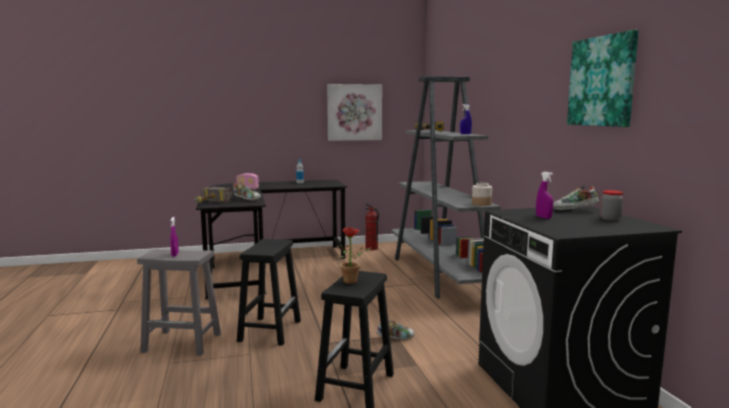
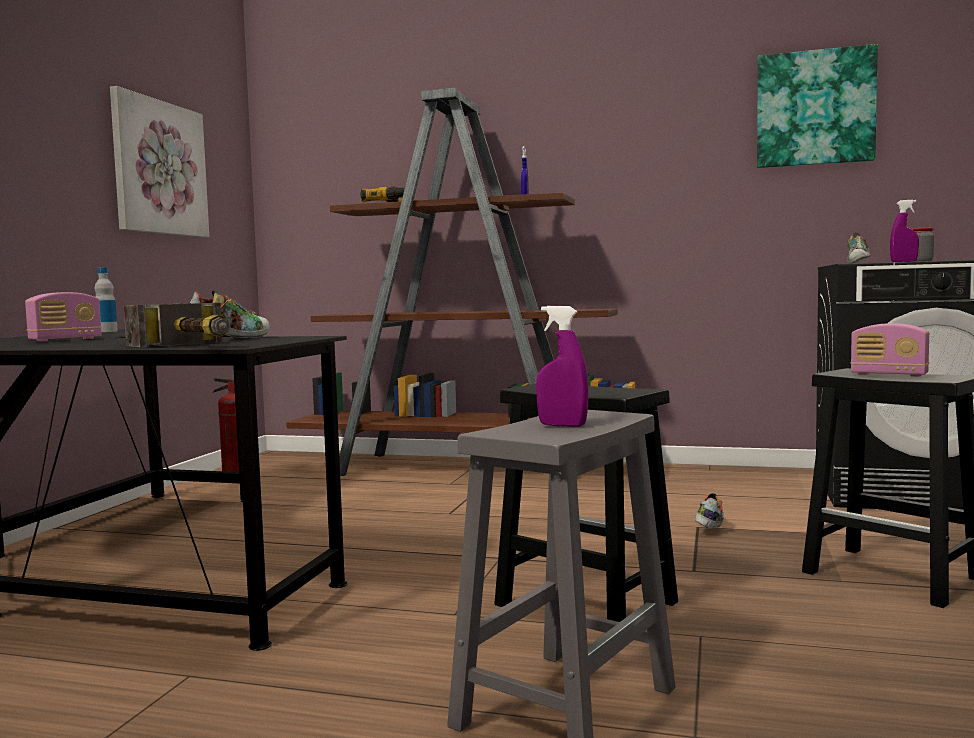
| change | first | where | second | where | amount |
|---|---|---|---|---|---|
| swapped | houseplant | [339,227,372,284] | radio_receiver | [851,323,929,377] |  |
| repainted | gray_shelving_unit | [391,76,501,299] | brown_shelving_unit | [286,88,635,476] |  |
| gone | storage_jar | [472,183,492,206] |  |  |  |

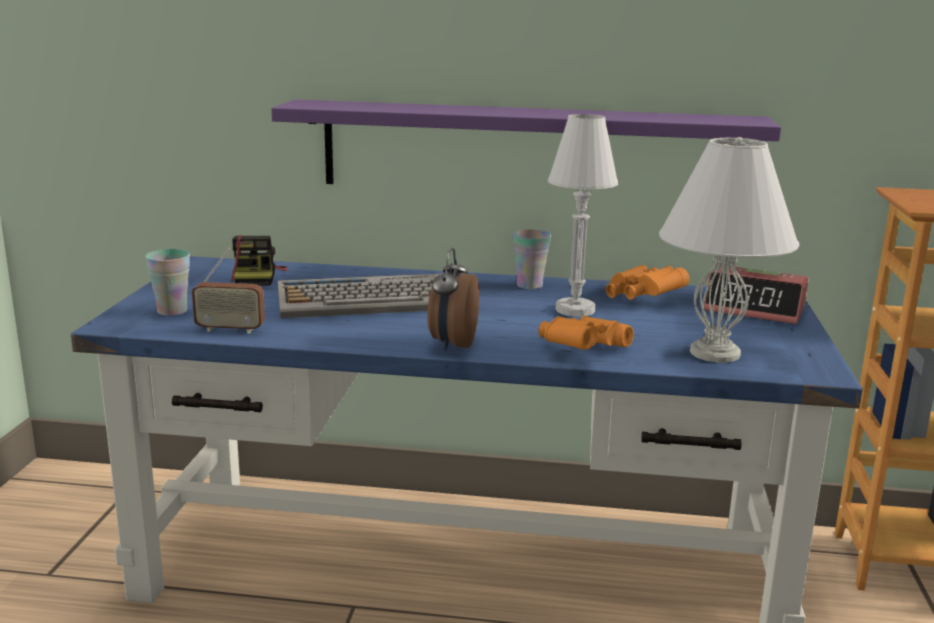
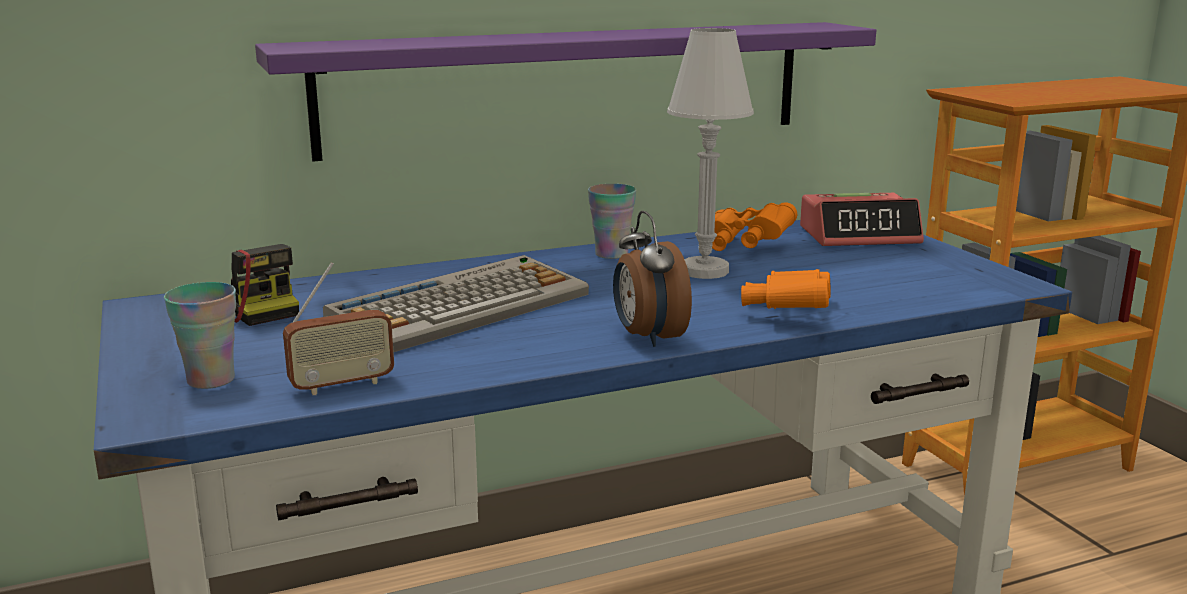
| change | first | where | second | where | amount |
|---|---|---|---|---|---|
| gone | whitish_lamp_for_a_table | [659,137,799,363] |  |  |  |

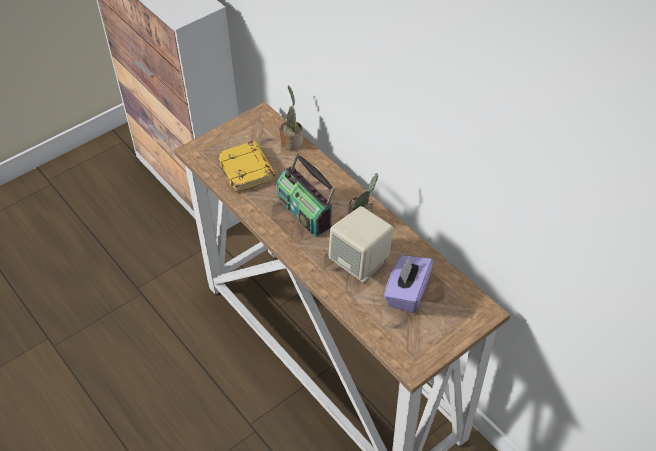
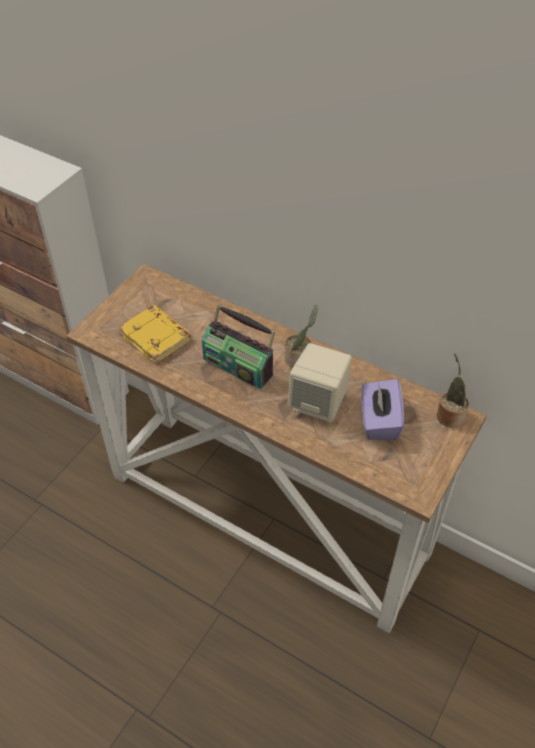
| change | first | where | second | where | amount |
|---|---|---|---|---|---|
| shifted | houseplant | [279,86,303,150] |  | [437,354,469,428] |  |

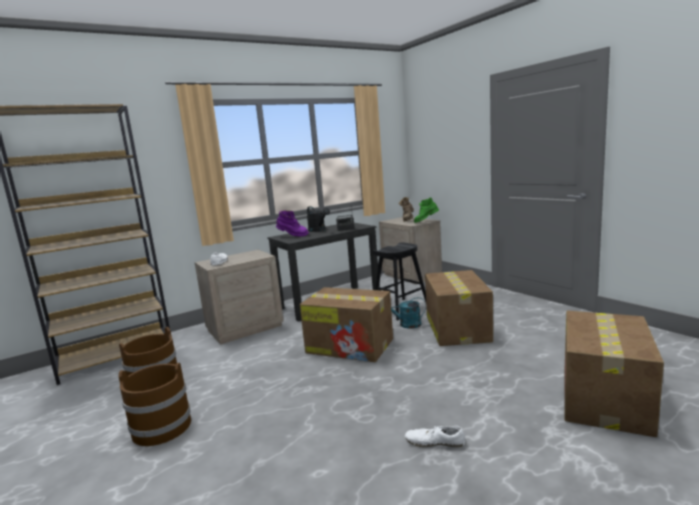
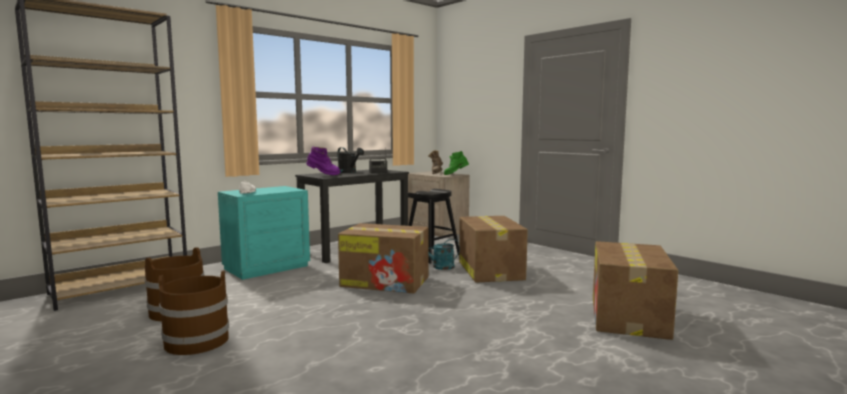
| change | first | where | second | where | amount |
|---|---|---|---|---|---|
| repainted | sand-coloured_night_table | [195,250,284,345] | turquoise_night_table | [218,186,310,280] |  |
| gone | whitish_shoe | [405,426,465,447] |  |  |  |

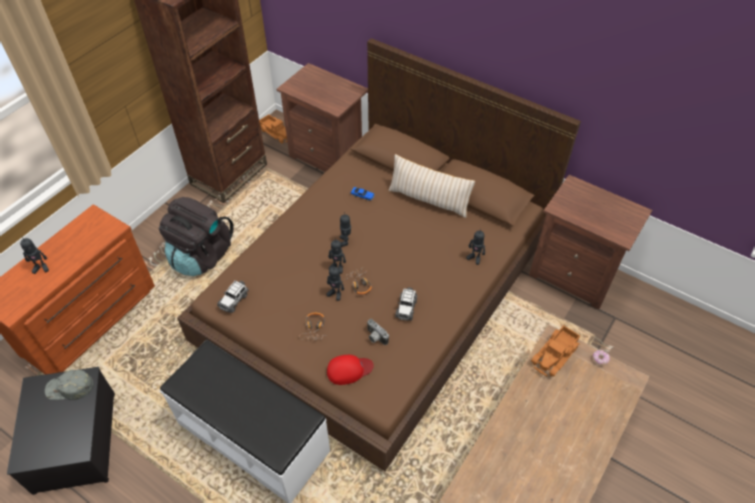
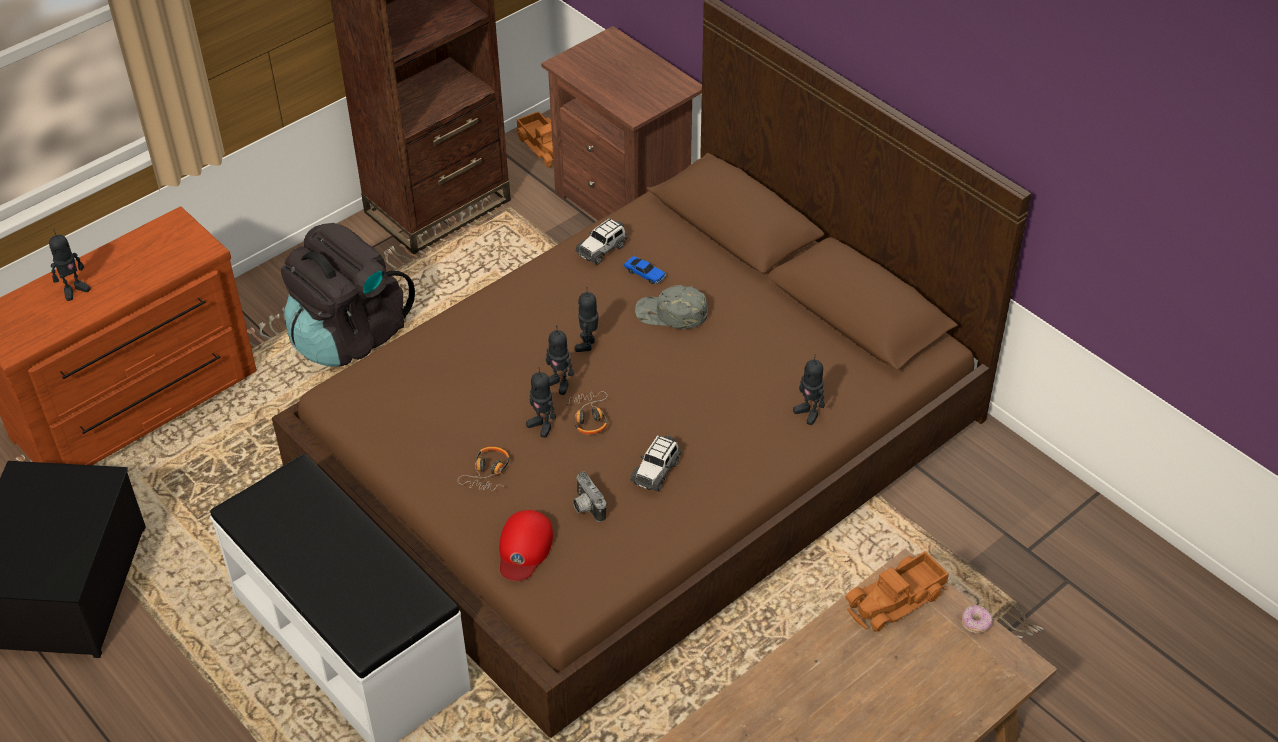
| change | first | where | second | where | amount |
|---|---|---|---|---|---|
| rotated | toy_robot | [20,236,49,274] |  | [49,229,90,301] | 45 degrees counterclockwise |
| shifted | gray_peaked_cap | [45,369,94,400] |  | [635,285,708,329] |  |
| shifted | toy_car | [217,281,249,313] |  | [575,218,628,265] |  |
| rotated | red-coloured_peaked_cap | [327,355,374,385] |  | [499,510,553,581] | 105 degrees clockwise |
| gone | sand-coloured_throw_pillow | [388,154,475,218] |  |  |  |
| gone | brown_night_table | [529,175,652,310] |  |  |  |

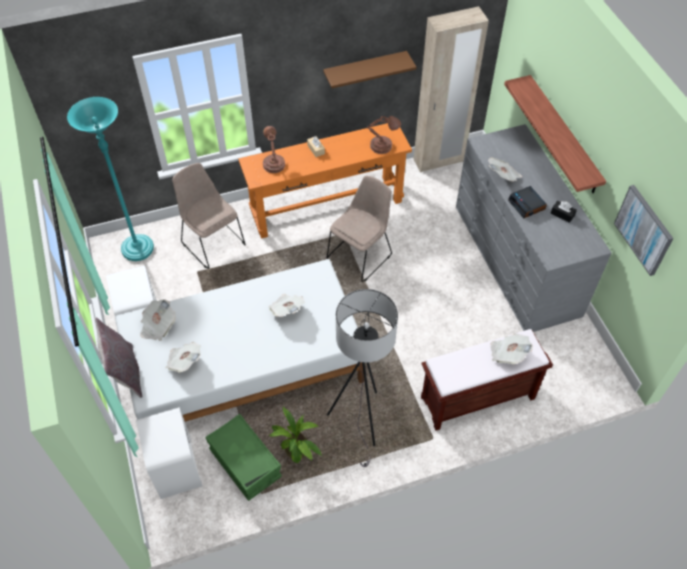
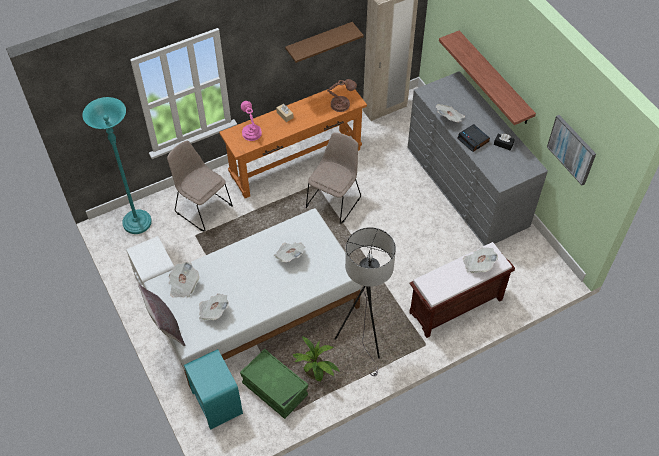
| change | first | where | second | where | amount |
|---|---|---|---|---|---|
| repainted | whitish_night_table | [136,407,202,499] | turquoise_night_table | [184,349,243,430] |  |
| repainted | brown_lamp_for_a_table | [263,126,285,173] | pink_lamp_for_a_table | [241,101,262,141] |  |

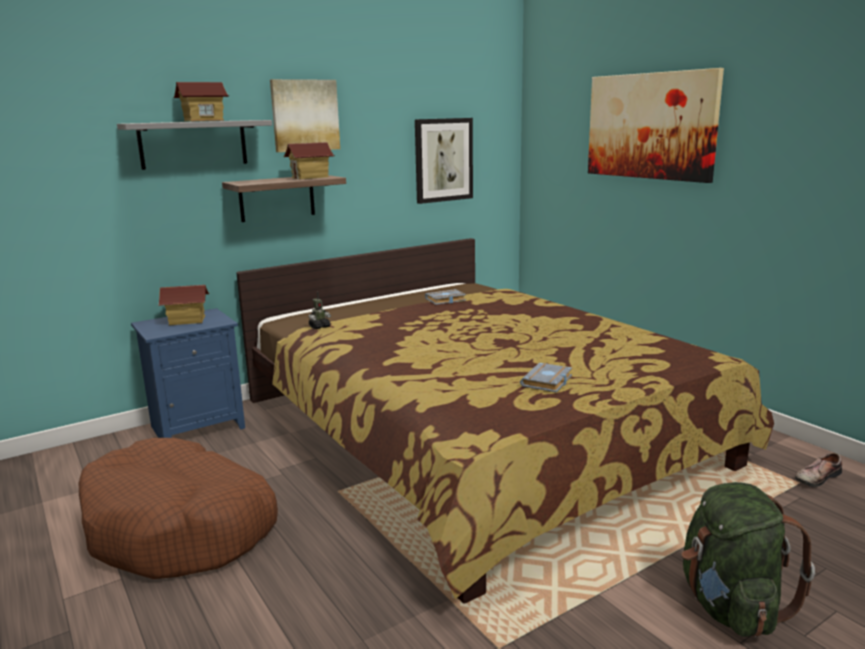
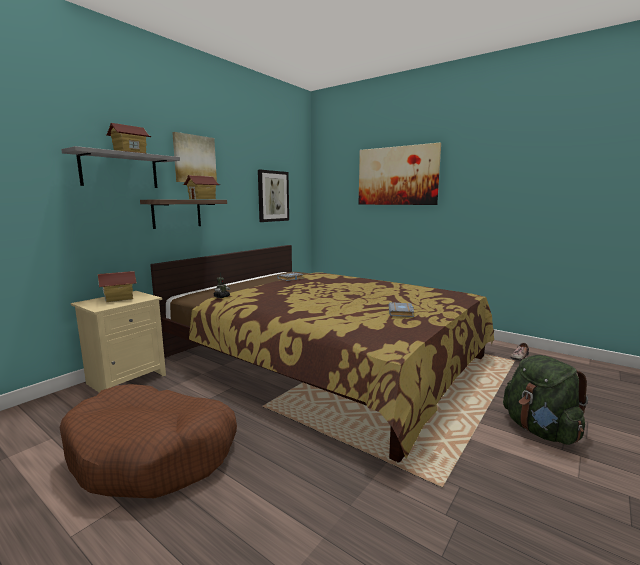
| change | first | where | second | where | amount |
|---|---|---|---|---|---|
| repainted | blue-coloured_night_table | [131,308,245,438] | sand-coloured_night_table | [71,291,166,392] |  |

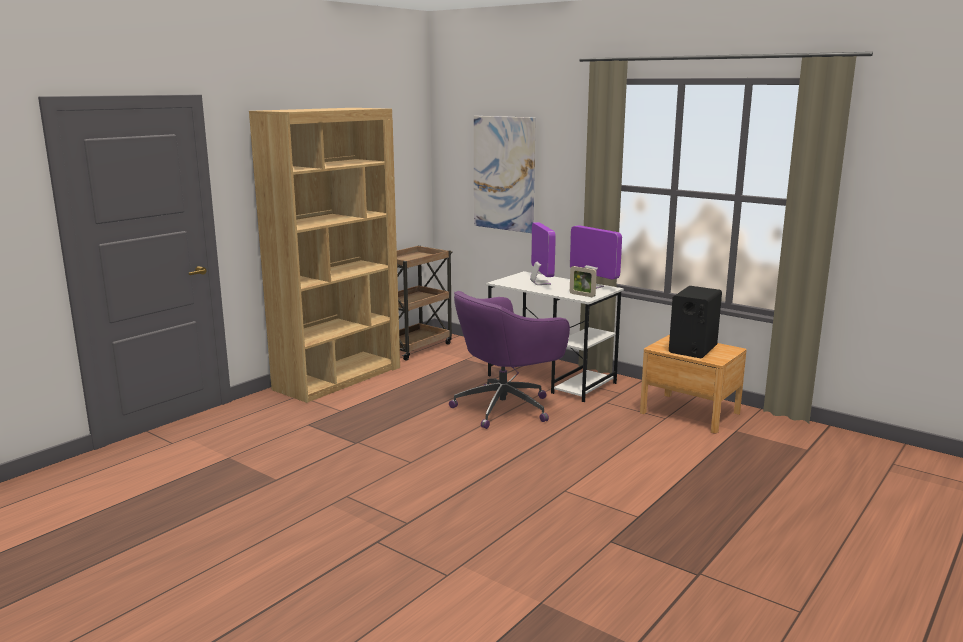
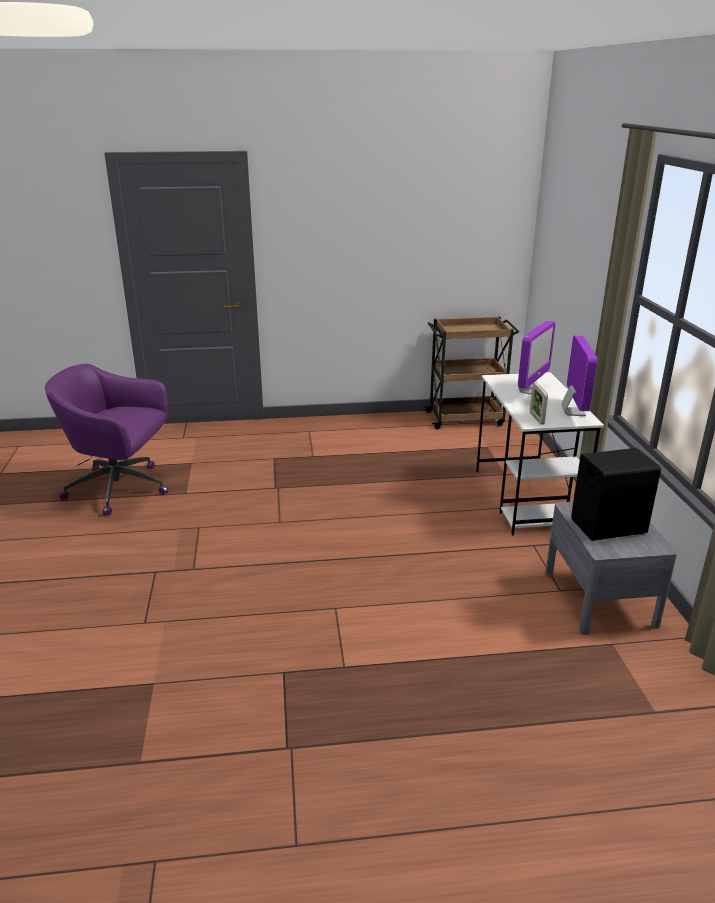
| change | first | where | second | where | amount |
|---|---|---|---|---|---|
| gone | brown_shelving_unit | [249,108,400,403] |  |  |  |
| shifted | purple-coloured_desk_chair | [449,291,570,429] |  | [45,364,168,516] |  |
| gone | picture | [474,116,536,233] |  |  |  |
| repainted | brown_night_table | [640,334,747,433] | gray_night_table | [545,502,677,635] |  |

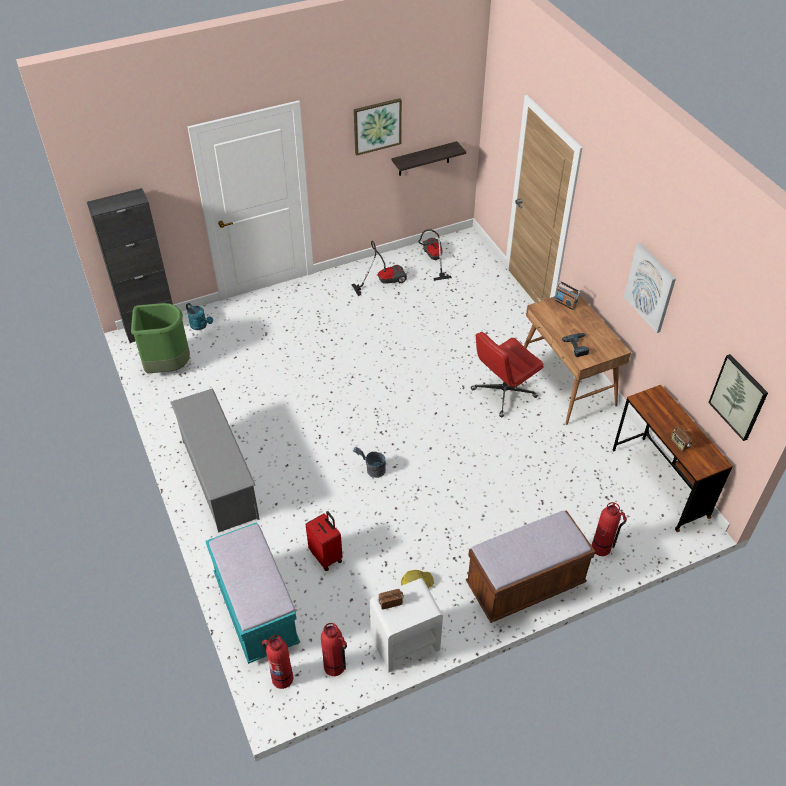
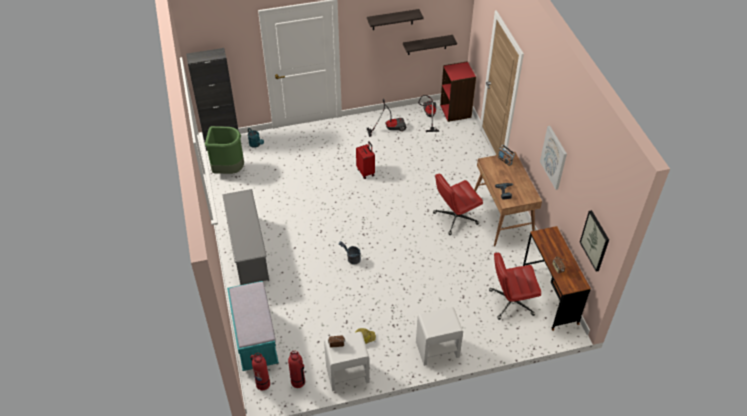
| change | first | where | second | where | amount |
|---|---|---|---|---|---|
| shifted | red-coloured_travel_case | [305,511,343,571] |  | [356,141,375,179] |  |
| swapped | picture | [354,98,402,155] | bracket_shelf | [367,9,424,30] |  |
| swapped | brown_indoor_bench | [466,510,595,623] | whitish_night_table | [416,307,463,366] |  |
| gone | fire-fighting_cylinder | [591,502,627,556] |  |  |  |
| new |  |  | red-coloured_shelving_unit | [440,61,476,122] |  |
| new |  |  | red-coloured_desk_chair | [489,253,541,320] |  |

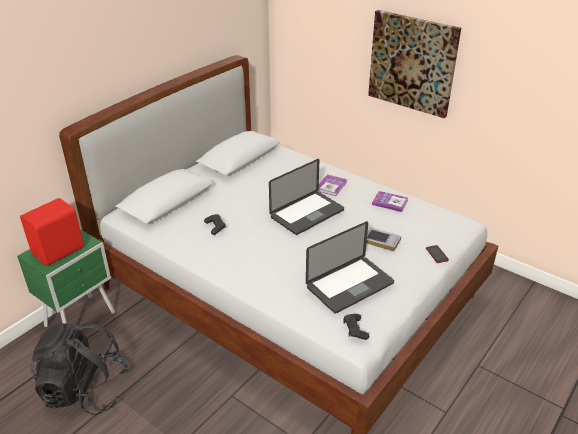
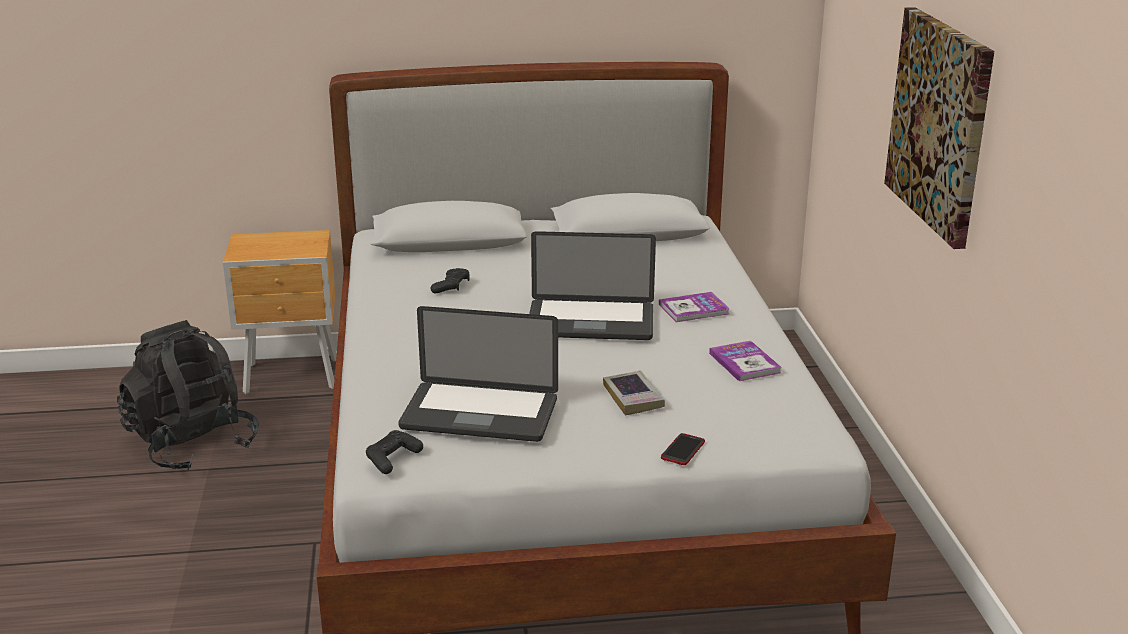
| change | first | where | second | where | amount |
|---|---|---|---|---|---|
| repainted | green_night_table | [17,230,115,327] | brown_night_table | [223,230,337,394] |  |
| gone | red-coloured_speaker | [20,198,84,266] |  |  |  |

